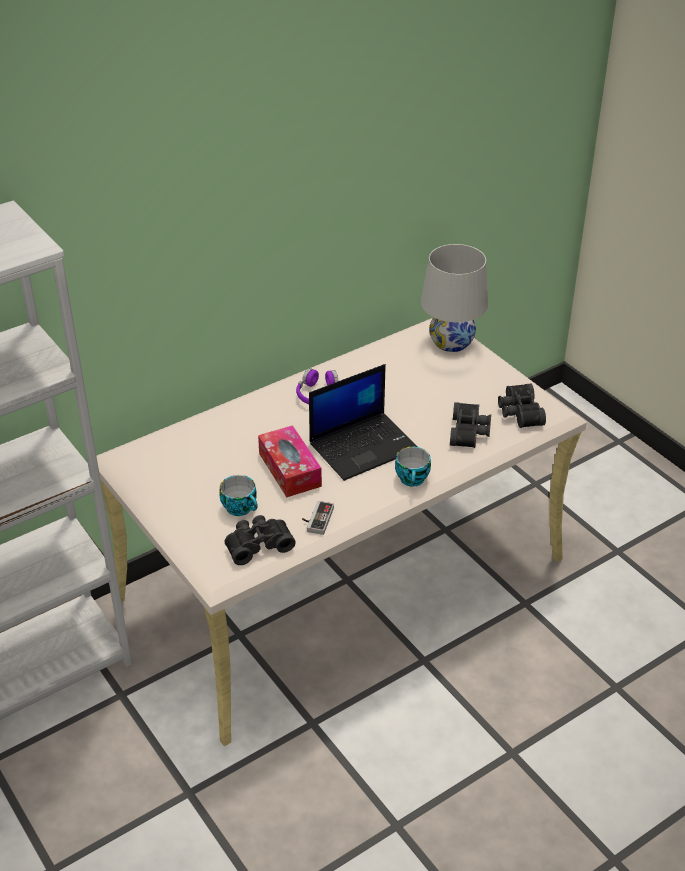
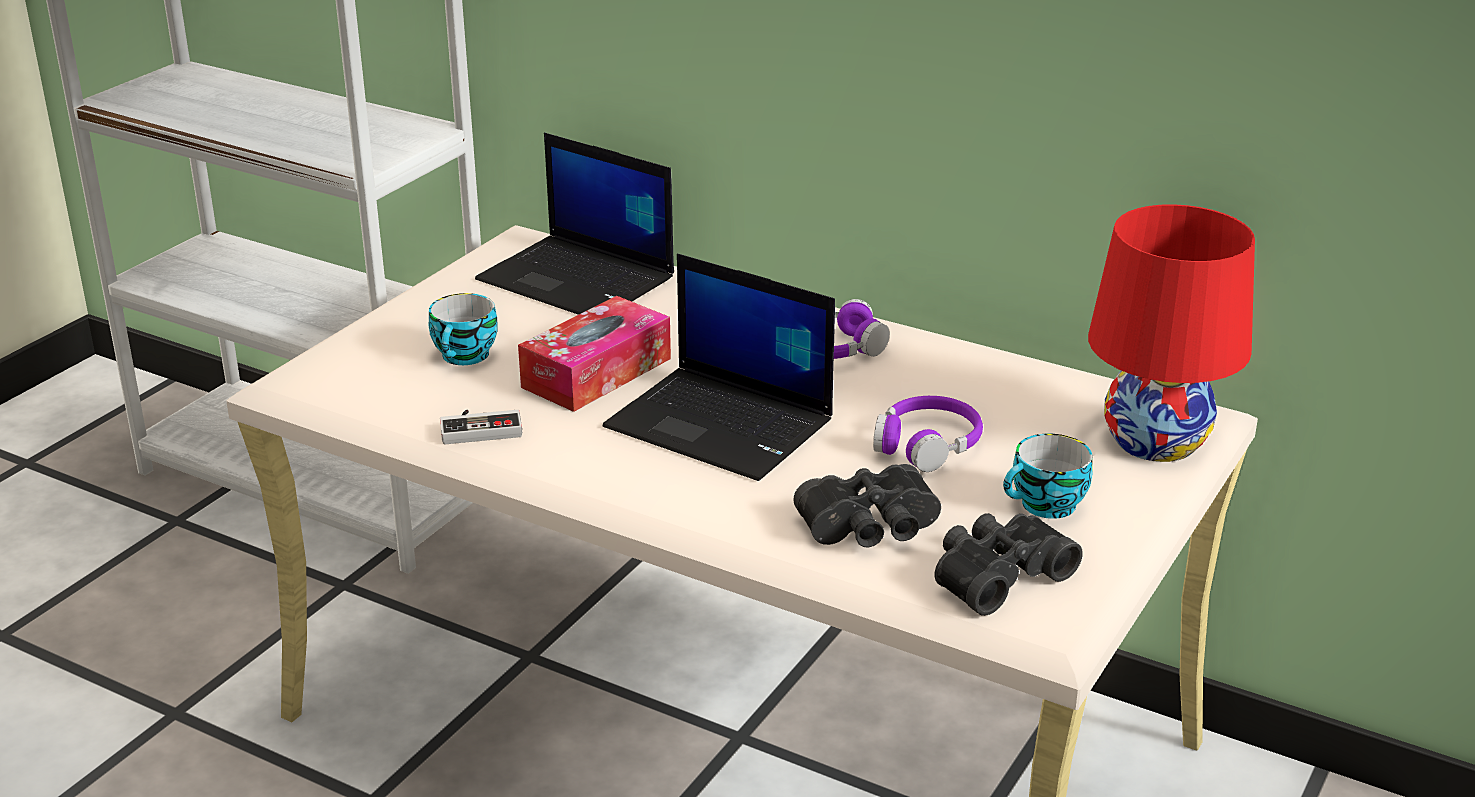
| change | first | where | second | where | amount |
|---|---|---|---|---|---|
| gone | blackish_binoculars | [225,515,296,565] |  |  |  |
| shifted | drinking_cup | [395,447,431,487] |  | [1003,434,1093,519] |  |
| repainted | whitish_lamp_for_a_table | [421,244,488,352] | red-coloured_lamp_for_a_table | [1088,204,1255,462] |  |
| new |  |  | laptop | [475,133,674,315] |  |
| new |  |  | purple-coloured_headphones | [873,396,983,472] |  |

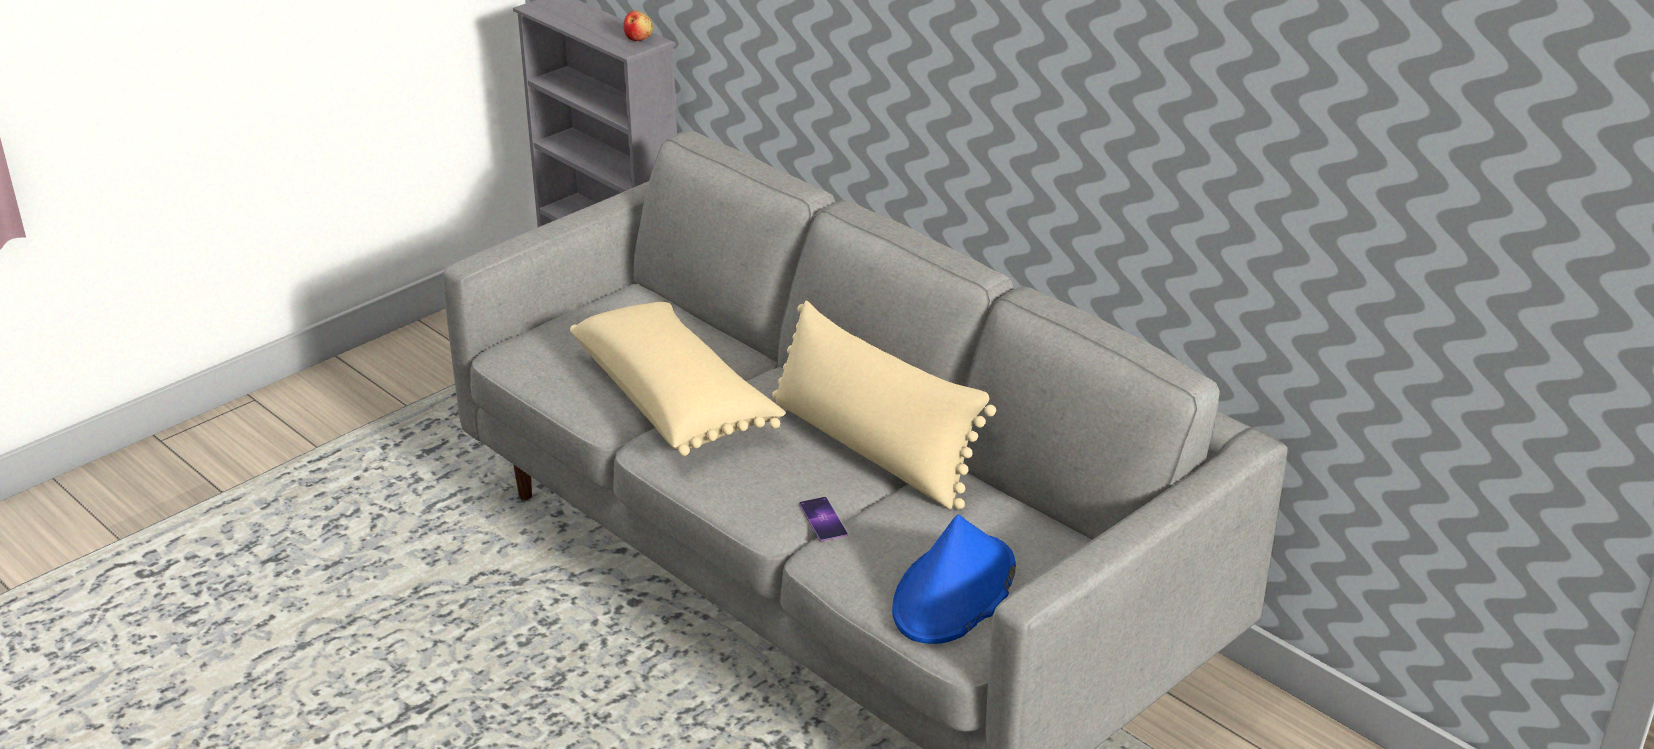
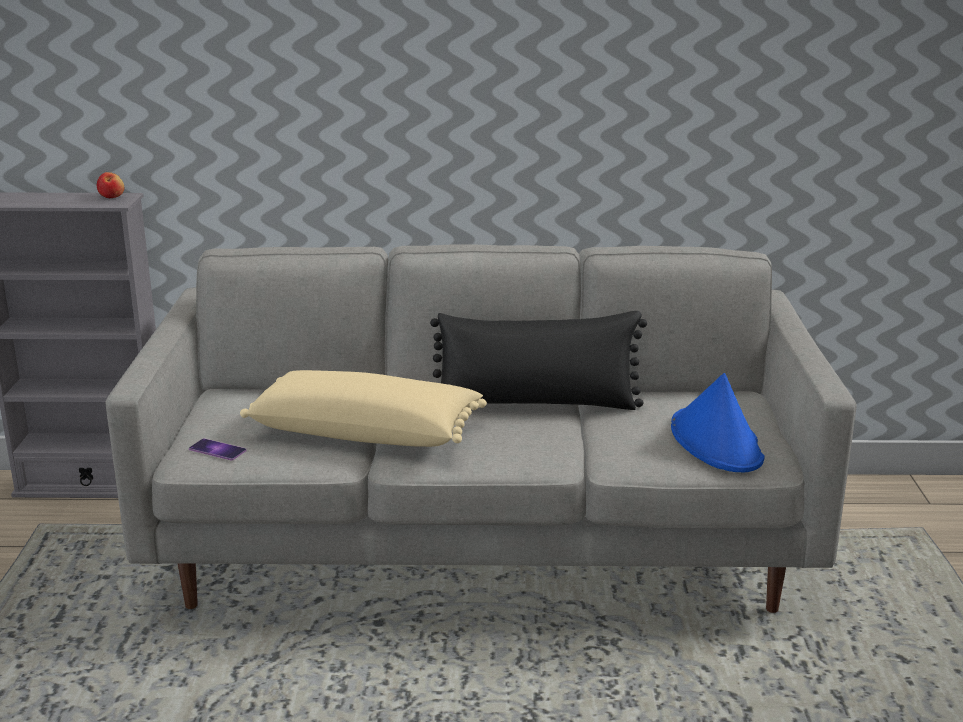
| change | first | where | second | where | amount |
|---|---|---|---|---|---|
| repainted | sand-coloured_throw_pillow | [772,300,996,510] | blackish_throw_pillow | [430,311,647,410] |  |
| shifted | handset | [799,497,848,542] |  | [189,439,246,460] |  |

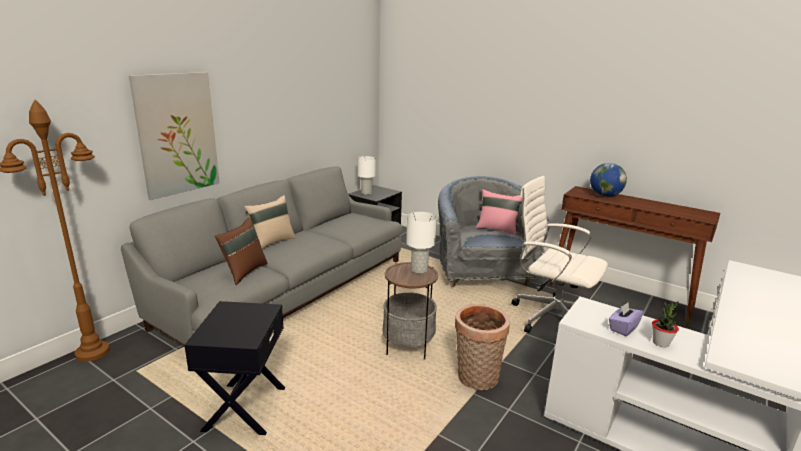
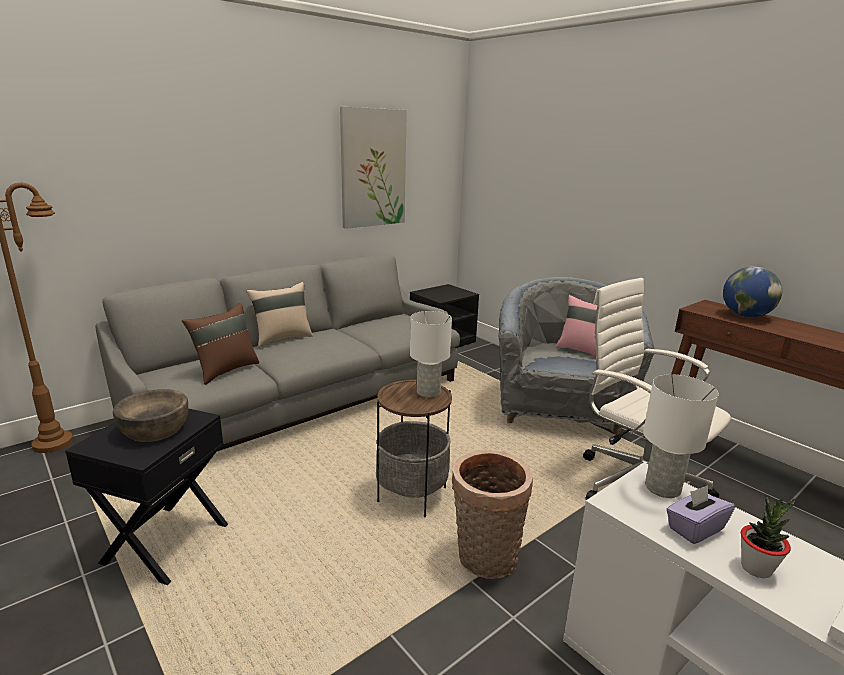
| change | first | where | second | where | amount |
|---|---|---|---|---|---|
| shifted | picture | [129,72,220,200] |  | [340,107,407,229] |  |
| shifted | whitish_lamp_for_a_table | [358,156,376,195] |  | [643,374,719,498] |  |
| new |  |  | brown_deep_dish | [113,389,188,442] |  |

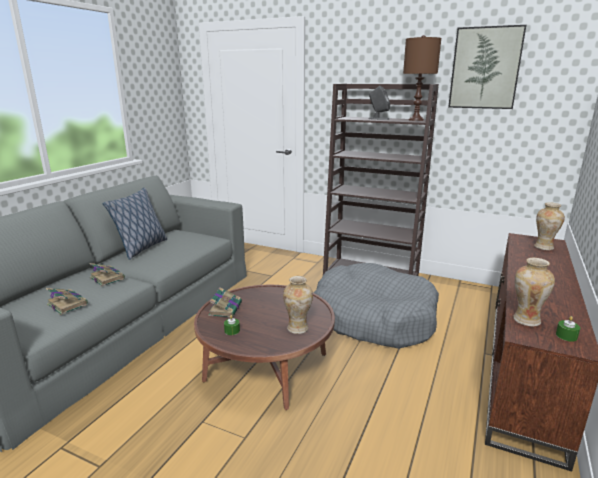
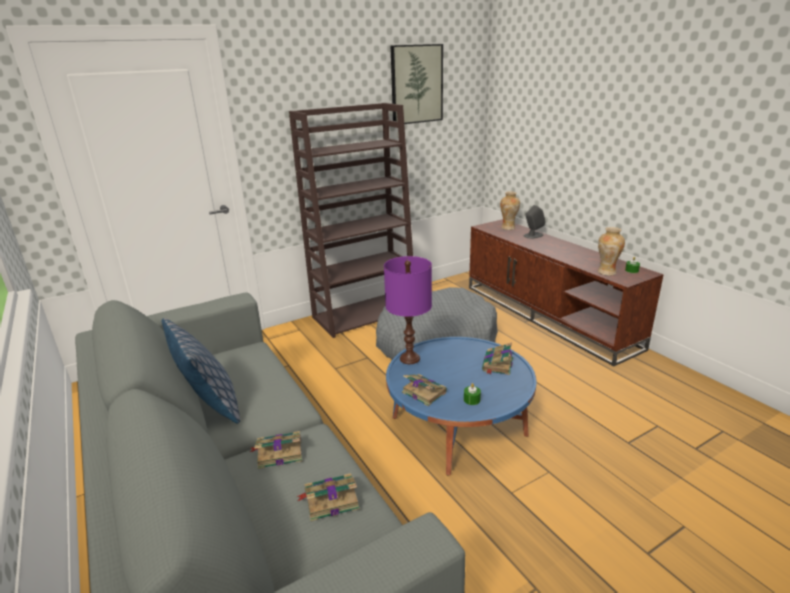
| change | first | where | second | where | amount |
|---|---|---|---|---|---|
| repainted | brown_lounge_table | [194,285,335,410] | blue-coloured_lounge_table | [386,337,537,476] |  |
| swapped | vase | [283,276,313,334] | bound_book | [482,343,513,375] |  |
| shifted | gray_speaker | [369,86,390,120] |  | [524,205,546,239] |  |
| gone | brown_lamp_for_a_table | [403,35,441,121] |  |  |  |
| new |  |  | purple-coloured_lamp_for_a_table | [384,256,432,364] |  |

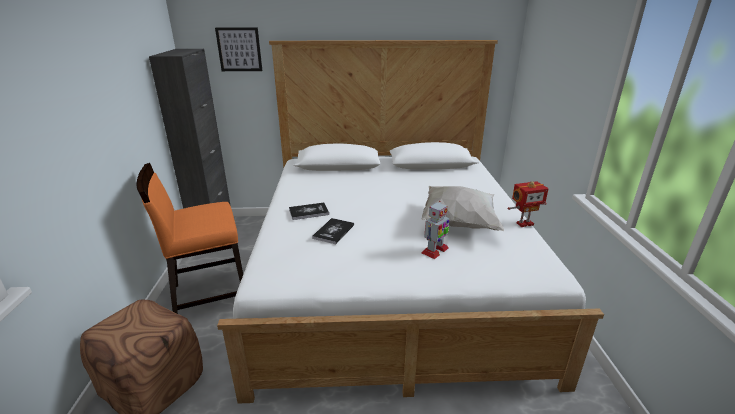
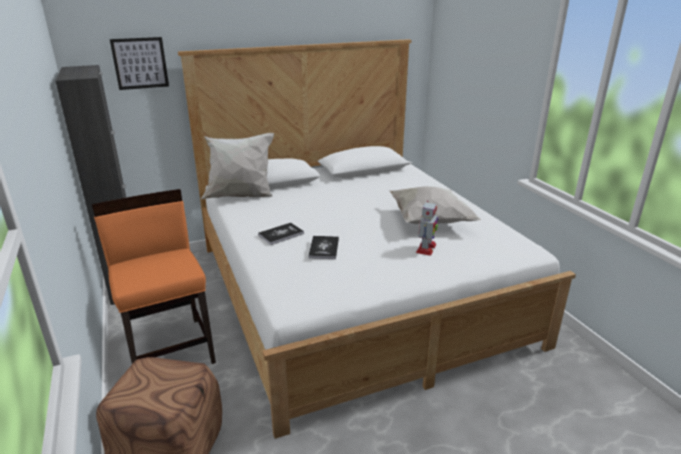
| change | first | where | second | where | amount |
|---|---|---|---|---|---|
| rotated | orange-coloured_plain_chair | [137,163,243,314] |  | [92,189,216,364] | 105 degrees clockwise |
| gone | toy_robot | [507,181,548,227] |  |  |  |
| new |  |  | whitish_throw_pillow | [201,133,274,199] |  |

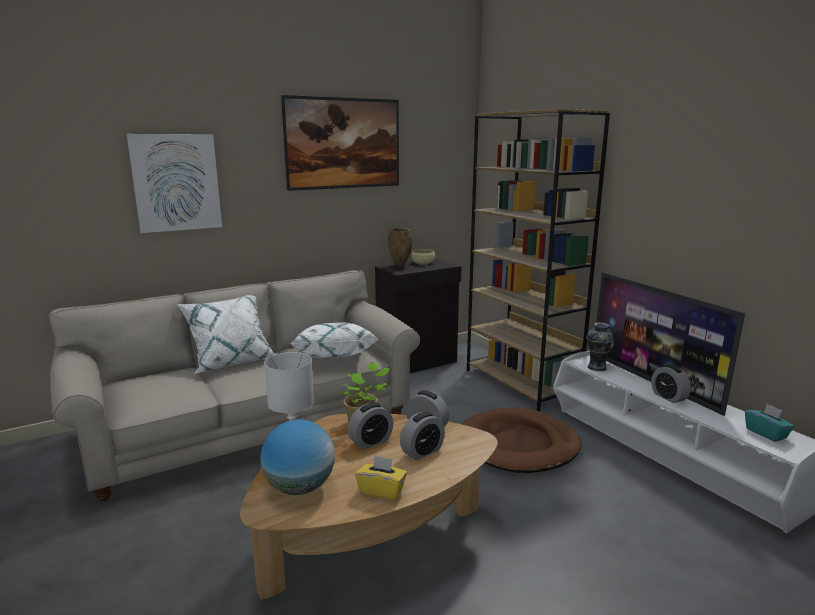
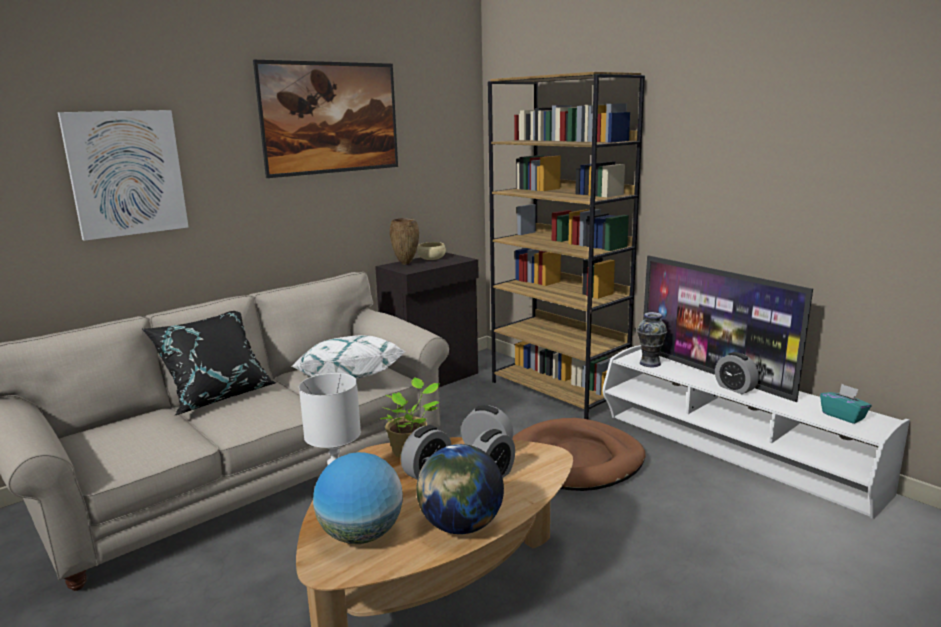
| change | first | where | second | where | amount |
|---|---|---|---|---|---|
| repainted | whitish_throw_pillow | [177,295,276,374] | blackish_throw_pillow | [142,311,277,415] |  |
| swapped | yellow_tissue_box | [355,455,407,500] | globe | [416,444,504,534] |  |

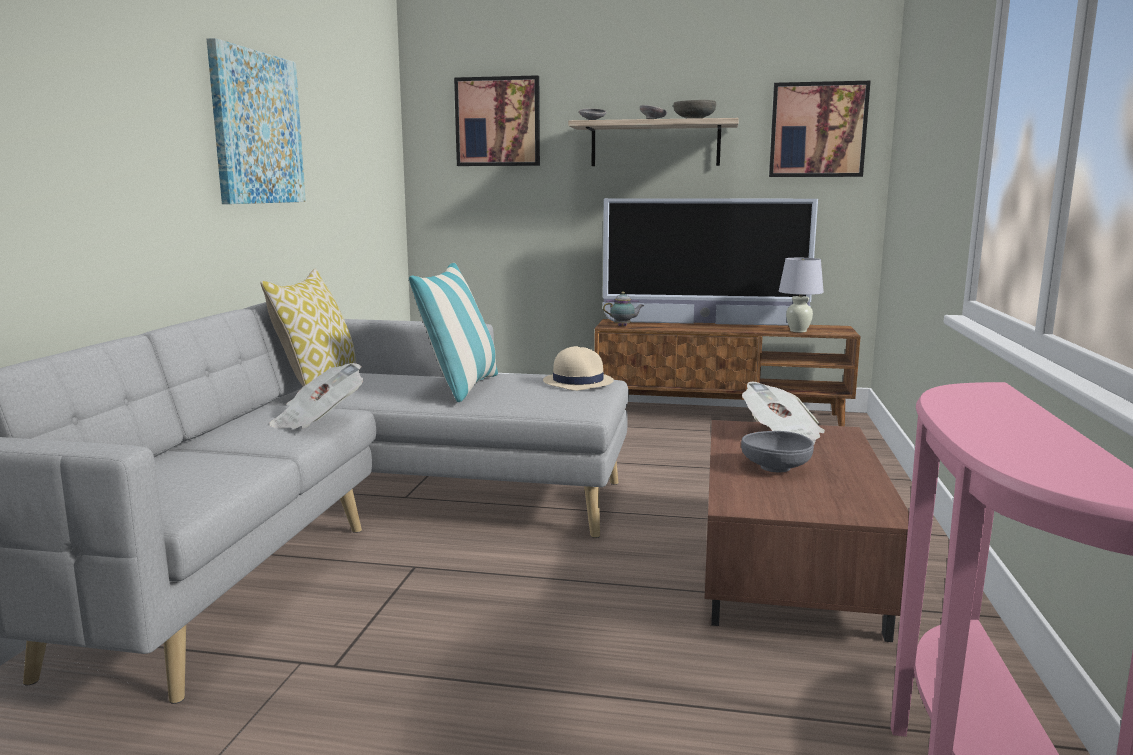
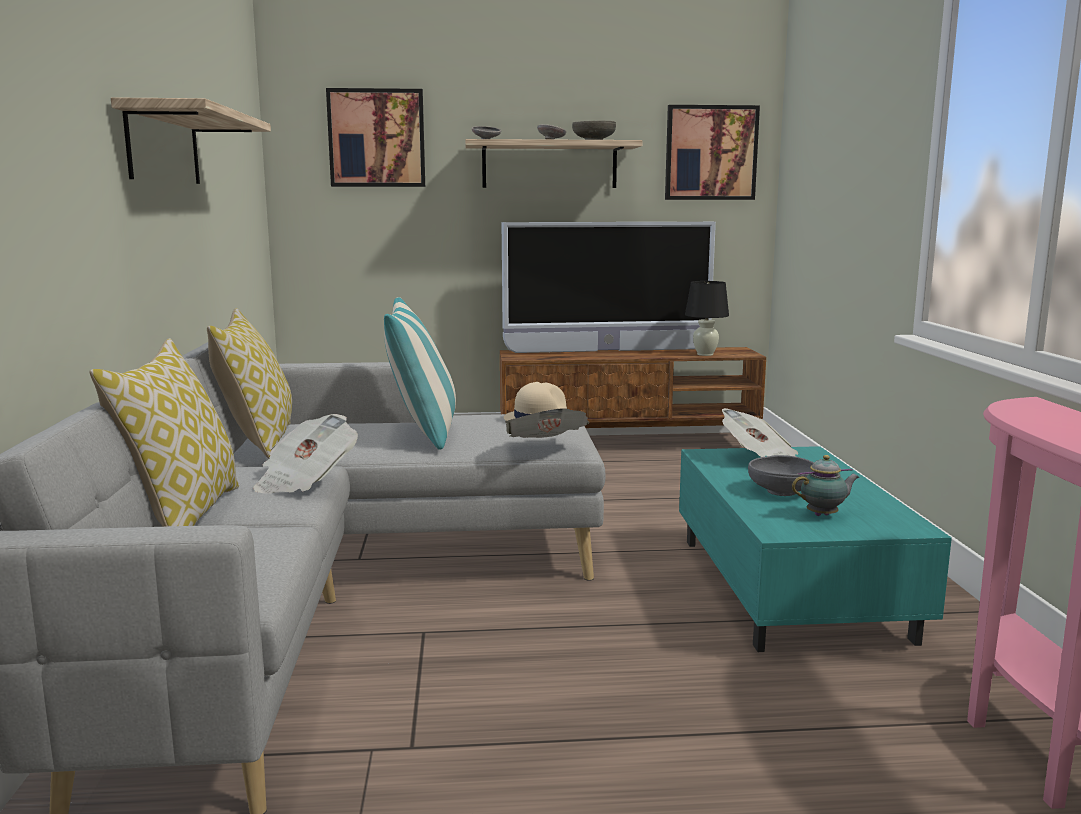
| change | first | where | second | where | amount |
|---|---|---|---|---|---|
| swapped | picture | [207,38,306,204] | bracket_shelf | [111,97,271,184] |  |
| shifted | teapot | [603,292,644,326] |  | [792,455,859,516] |  |
| repainted | brown_lounge_table | [705,420,909,642] | turquoise_lounge_table | [679,446,952,652] |  |
| repainted | whitish_lamp_for_a_table | [779,258,824,332] | blackish_lamp_for_a_table | [685,281,729,356] |  |
| new |  |  | throw_pillow | [89,338,239,527] |  |
| new |  |  | daily_paper | [505,408,589,438] |  |

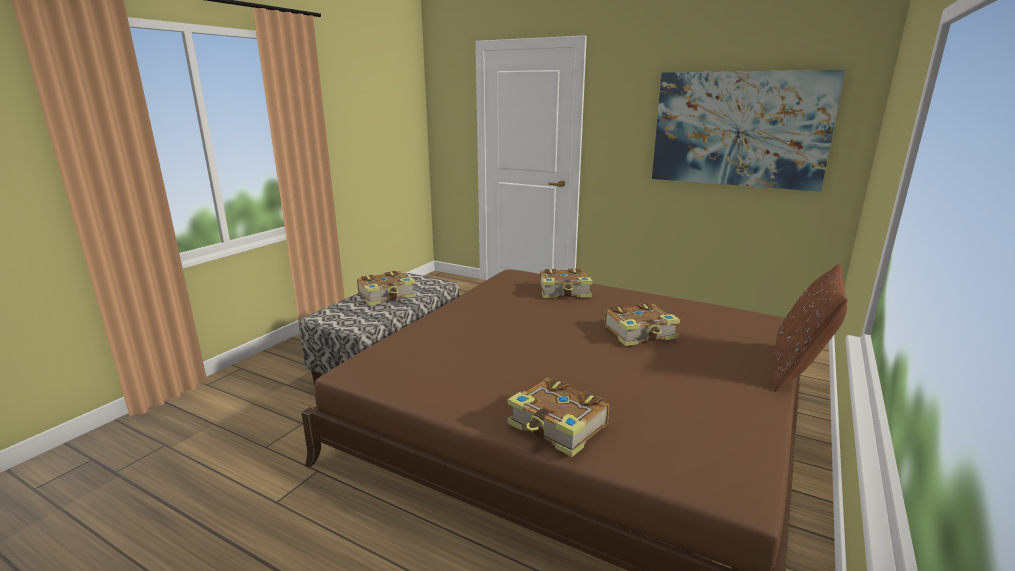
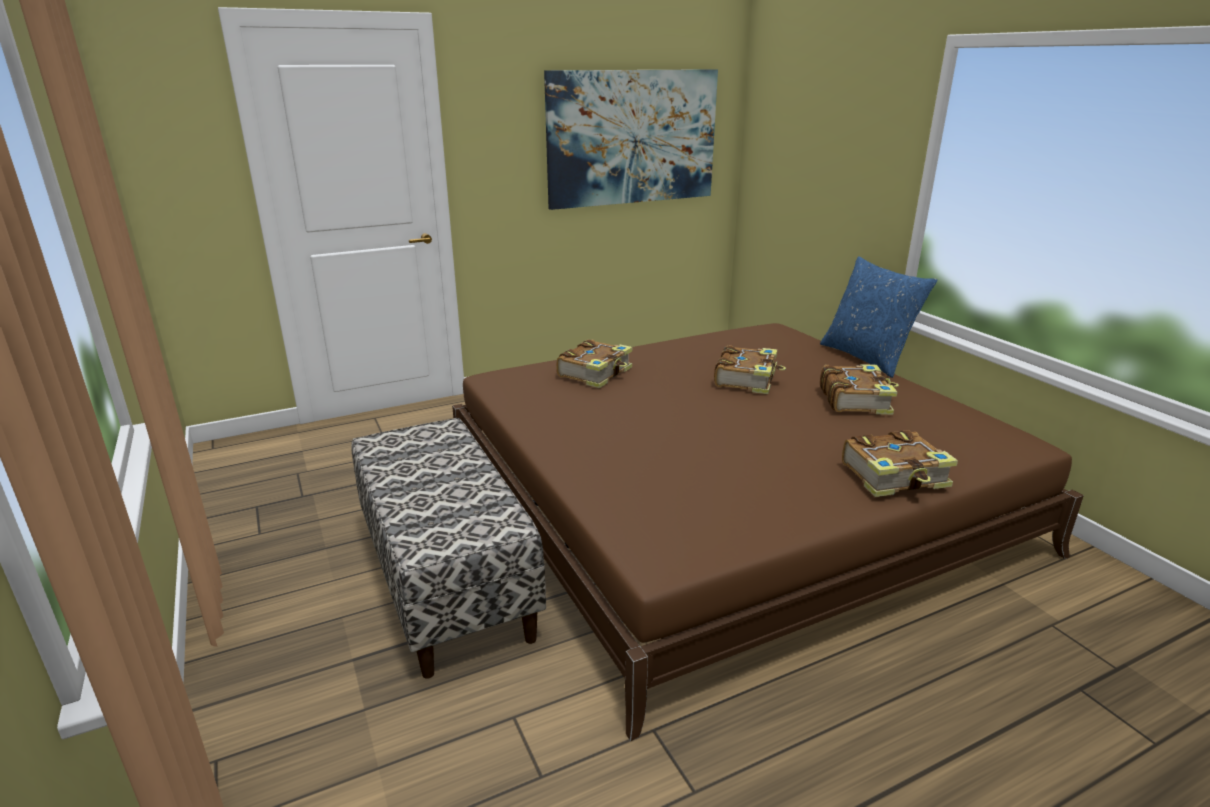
| change | first | where | second | where | amount |
|---|---|---|---|---|---|
| shifted | bound_book | [357,271,416,306] |  | [820,364,899,415] |  |
| repainted | brown_throw_pillow | [773,264,848,392] | blue-coloured_throw_pillow | [820,256,938,378] |  |

